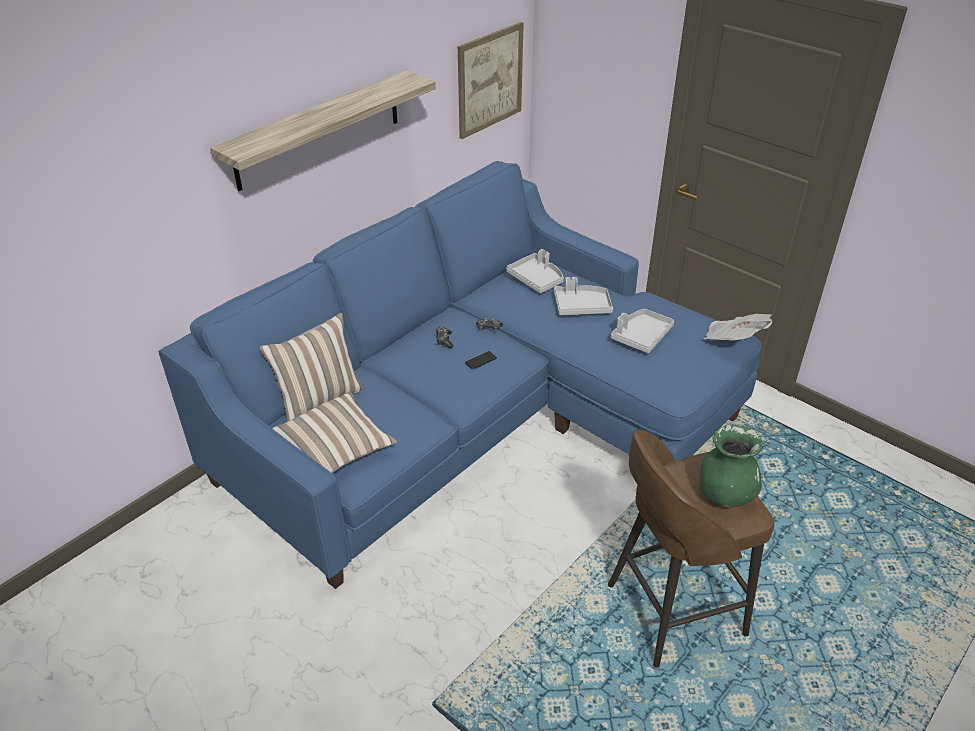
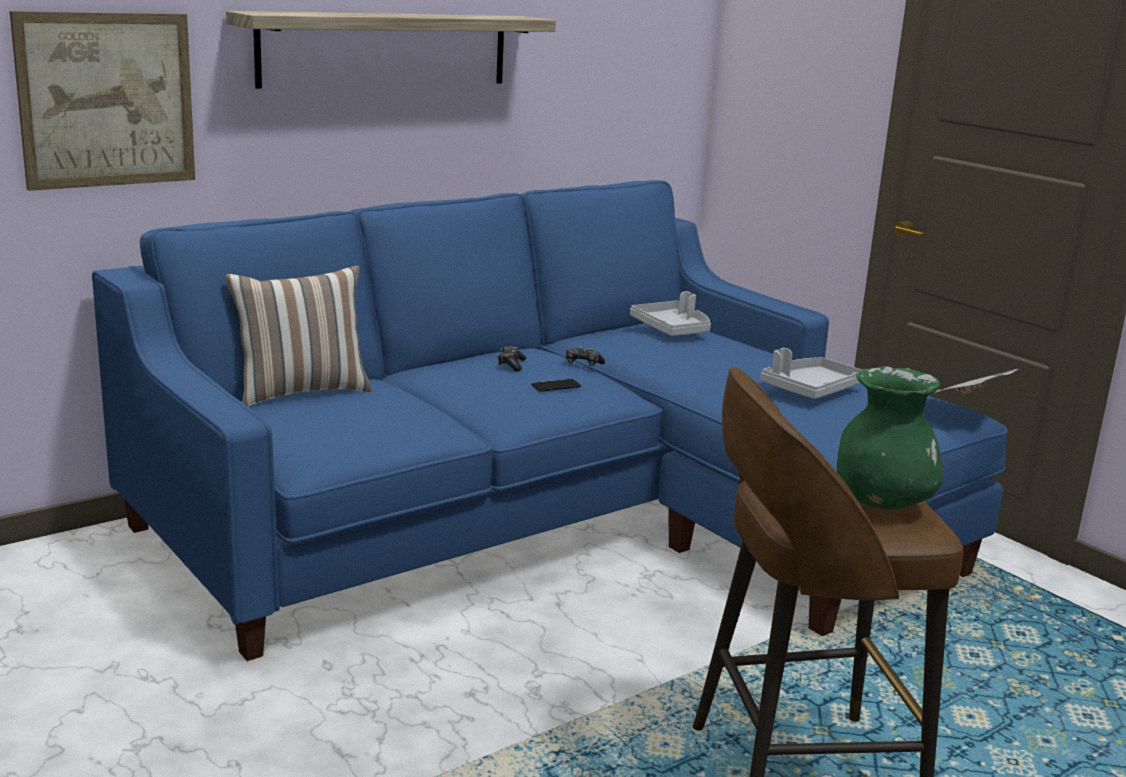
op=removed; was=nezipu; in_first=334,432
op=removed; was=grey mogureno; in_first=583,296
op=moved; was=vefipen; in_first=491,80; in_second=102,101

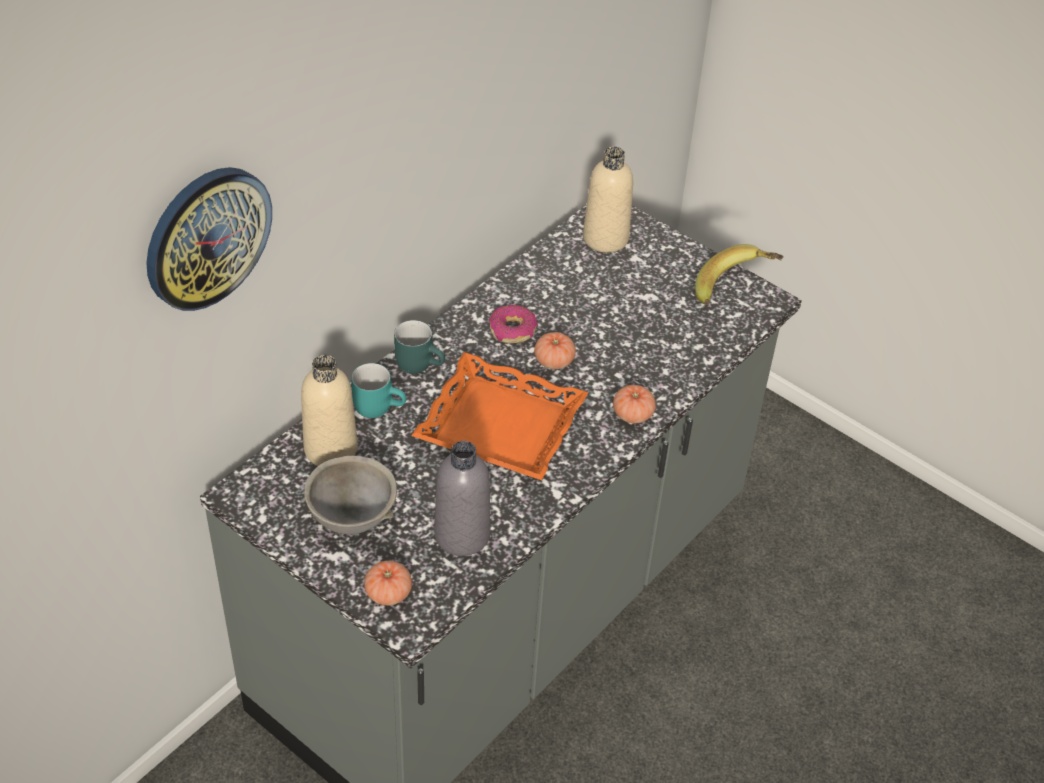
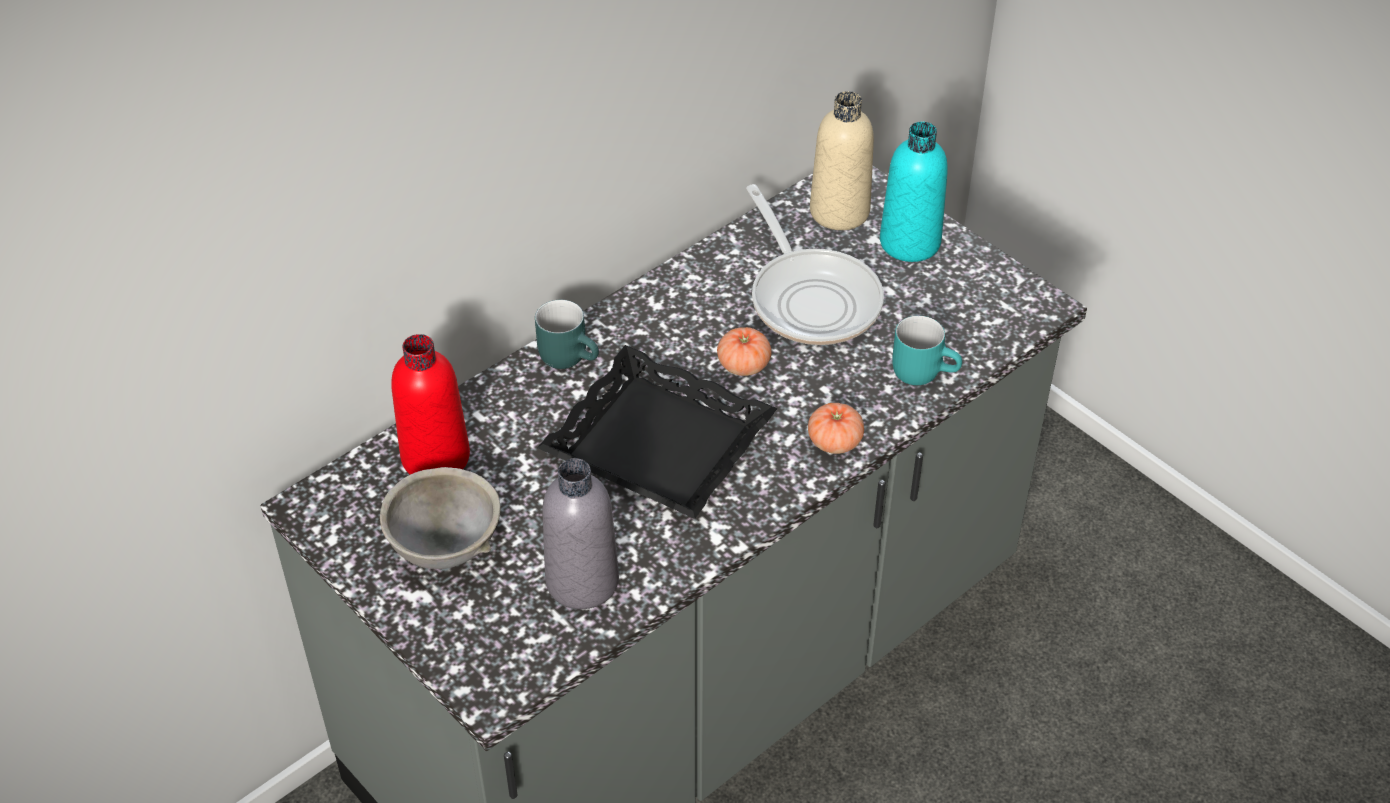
op=removed; was=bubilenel; in_first=209,239
op=removed; was=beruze; in_first=388,583
op=removed; was=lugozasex; in_first=513,324
op=removed; was=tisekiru; in_first=739,274
op=added; now=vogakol; in_second=815,264
op=added; now=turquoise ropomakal; in_second=914,191
op=moved; was=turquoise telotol; in_first=378,390; in_second=927,350
op=recoloured; was=beige ropomakal; now=red ropomakal; in_first=329,410; in_second=430,404
op=recoloured; was=orange mogureno; now=black mogureno; in_first=499,416; in_second=657,432

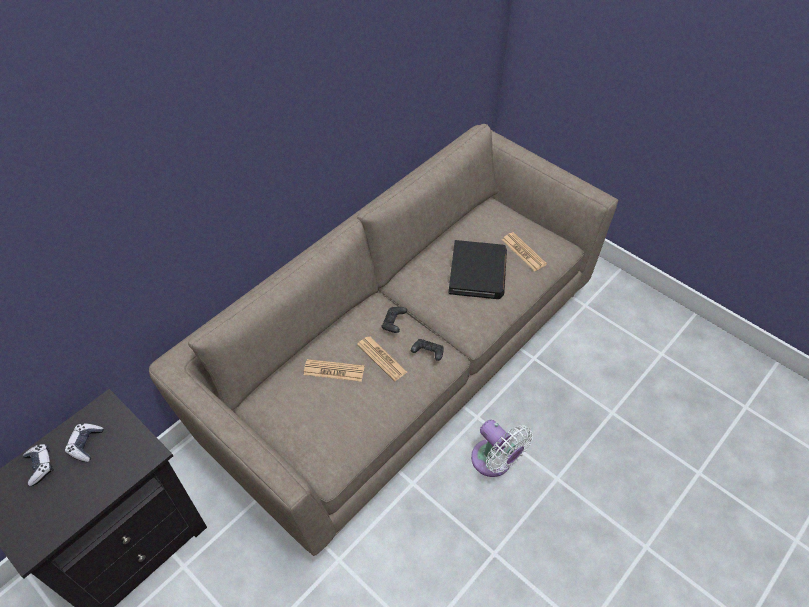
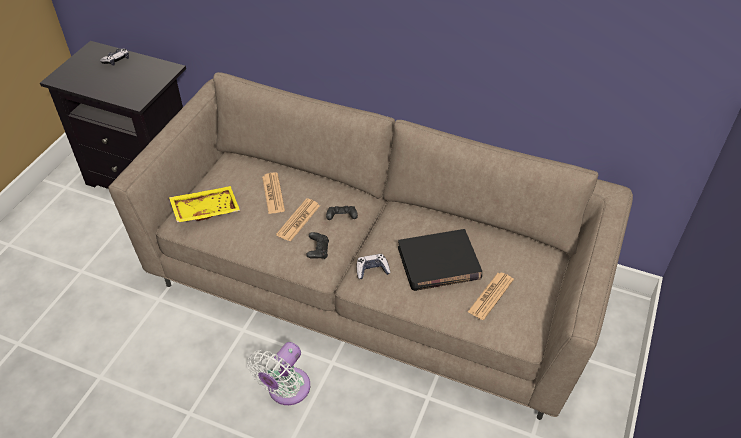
op=added; now=yellow mogureno; in_second=204,204
op=moved; was=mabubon; in_first=84,442; in_second=373,266

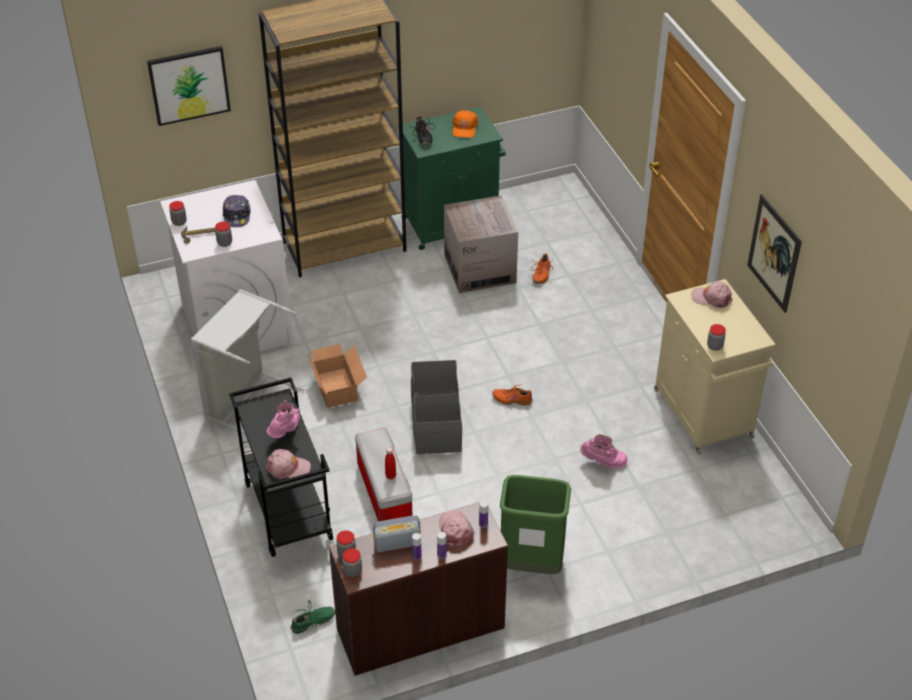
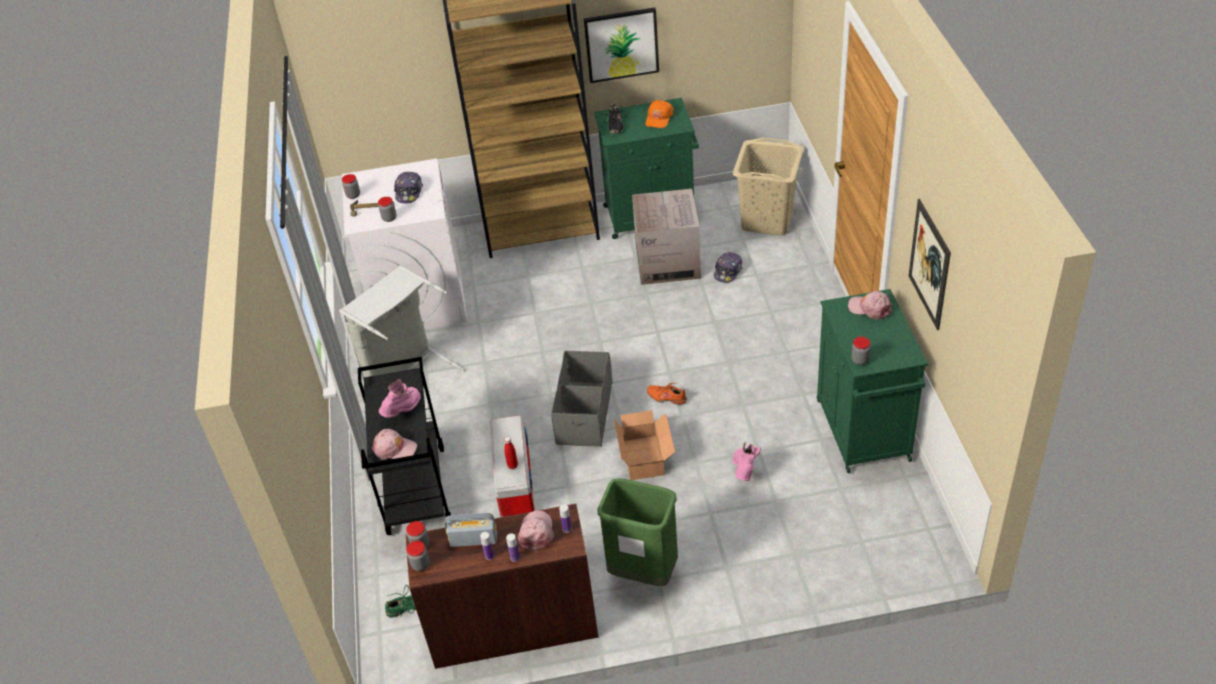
op=added; now=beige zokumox; in_second=768,186
op=moved; was=vefipen; in_first=189,86; in_second=621,45
op=moved; was=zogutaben; in_first=337,376; in_second=644,445
op=replaced; was=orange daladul; now=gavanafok; in_first=542,268; in_second=728,267
op=recoloured; was=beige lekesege; now=green lekesege; in_first=715,367; in_second=872,381
op=turned; was=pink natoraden; in_first=604,451; in_second=746,461; clockwise=-105

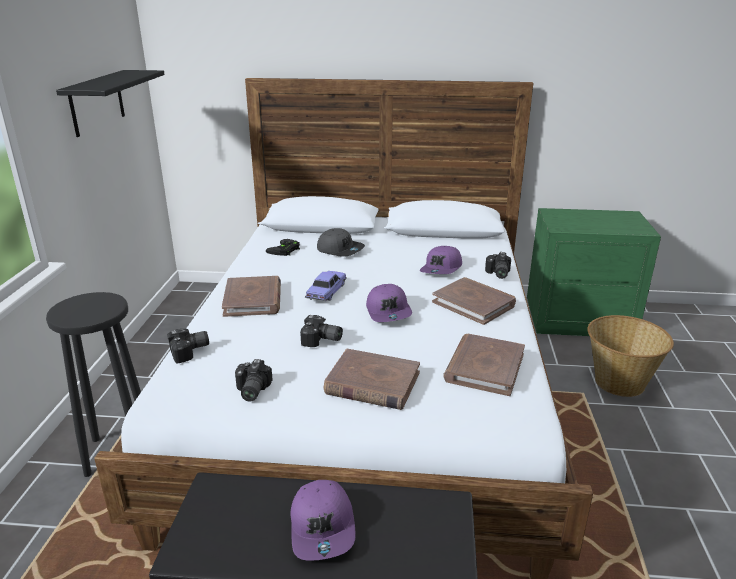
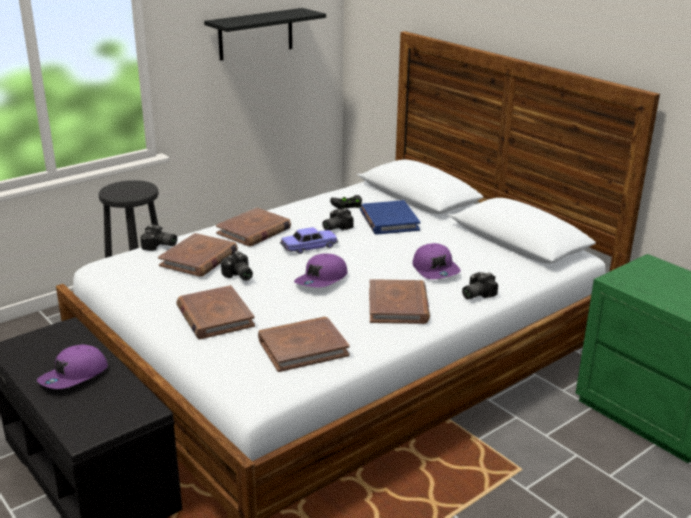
op=removed; was=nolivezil; in_first=630,356
op=added; now=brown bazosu; in_second=198,255
op=moved; was=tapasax; in_first=254,380; in_second=338,219
op=replaced; was=grey gavanafok; now=blue bazosu; in_first=341,242; in_second=390,217
op=turned; was=purple gavanafok; in_first=441,260; in_second=436,261; clockwise=-90

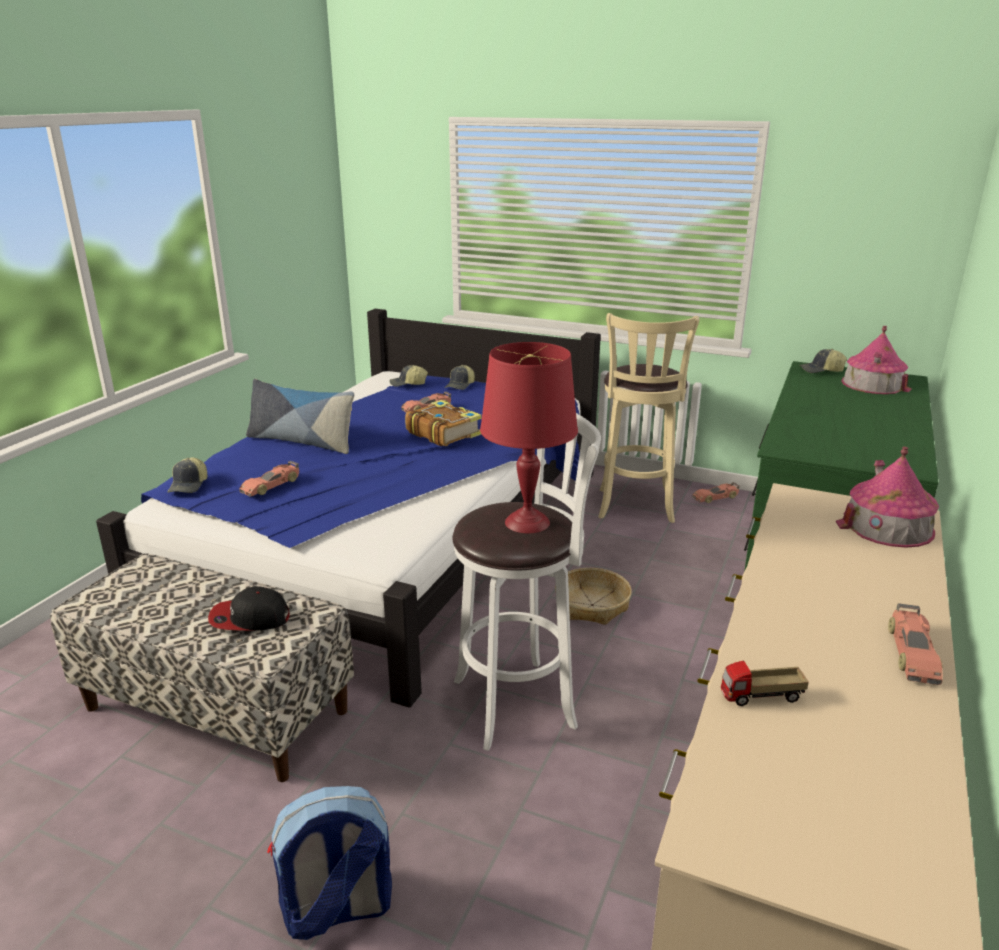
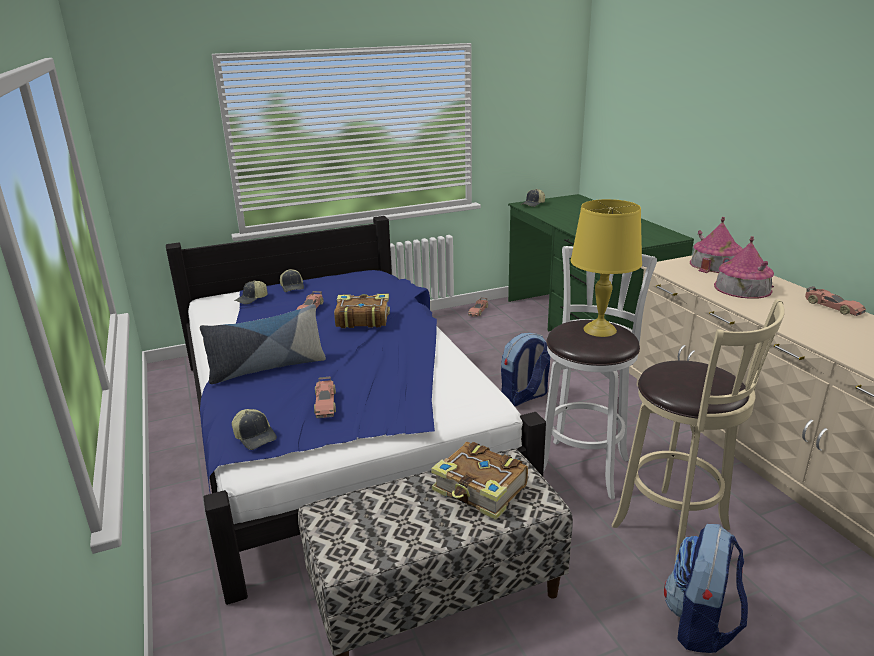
op=removed; was=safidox; in_first=765,683
op=moved; was=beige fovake; in_first=648,418; in_second=698,430
op=moved; was=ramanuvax; in_first=876,360; in_second=744,267
op=replaced; was=gavanafok; now=bazosu; in_first=249,609; in_second=479,481
op=replaced; was=nolivezil; now=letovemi; in_first=593,596; in_second=526,369
op=recoloured; was=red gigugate; now=yellow gigugate; in_first=529,437; in_second=606,268

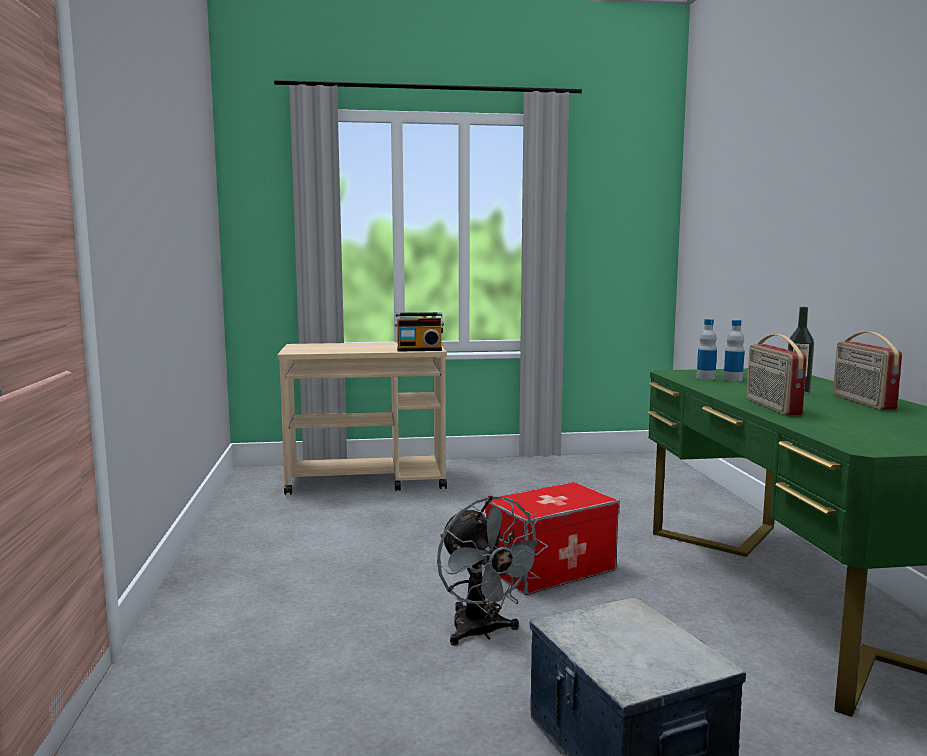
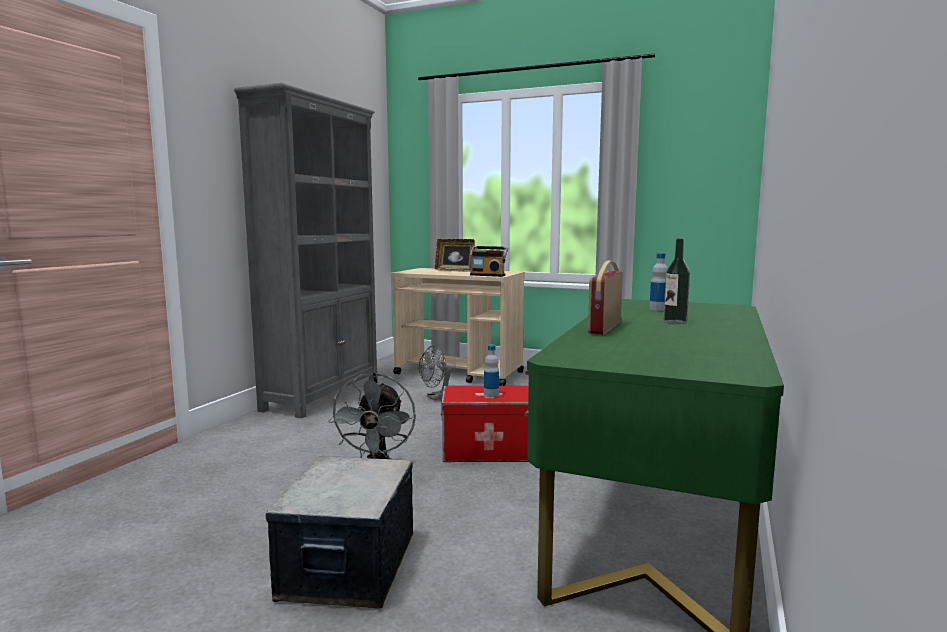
op=removed; was=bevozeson; in_first=867,371
op=added; now=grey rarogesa; in_second=306,250
op=added; now=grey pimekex; in_second=437,373
op=added; now=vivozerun; in_second=455,255
op=moved; was=ropomakal; in_first=707,349; in_second=491,371

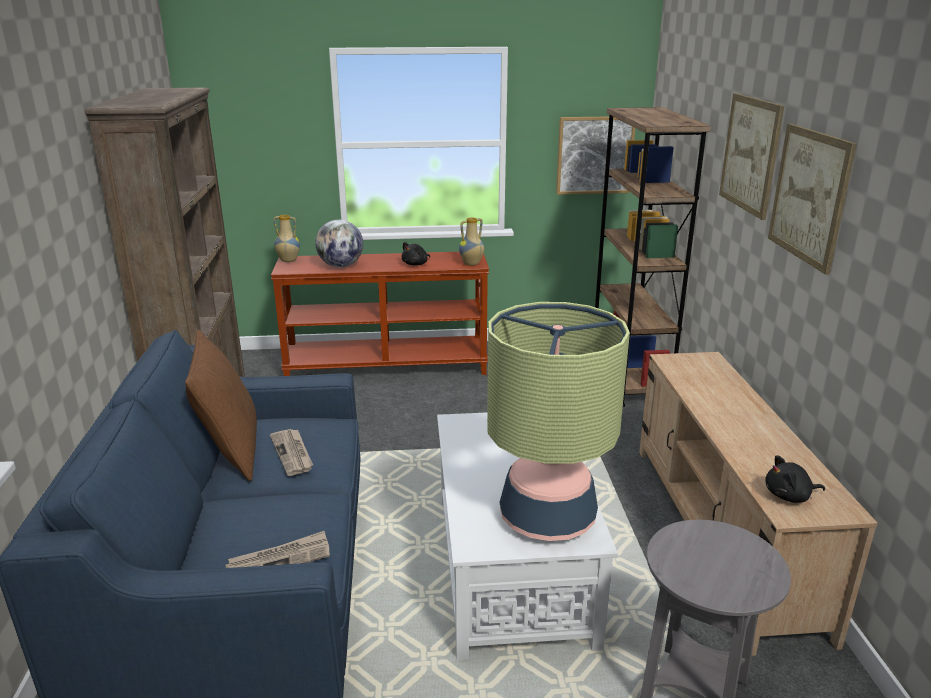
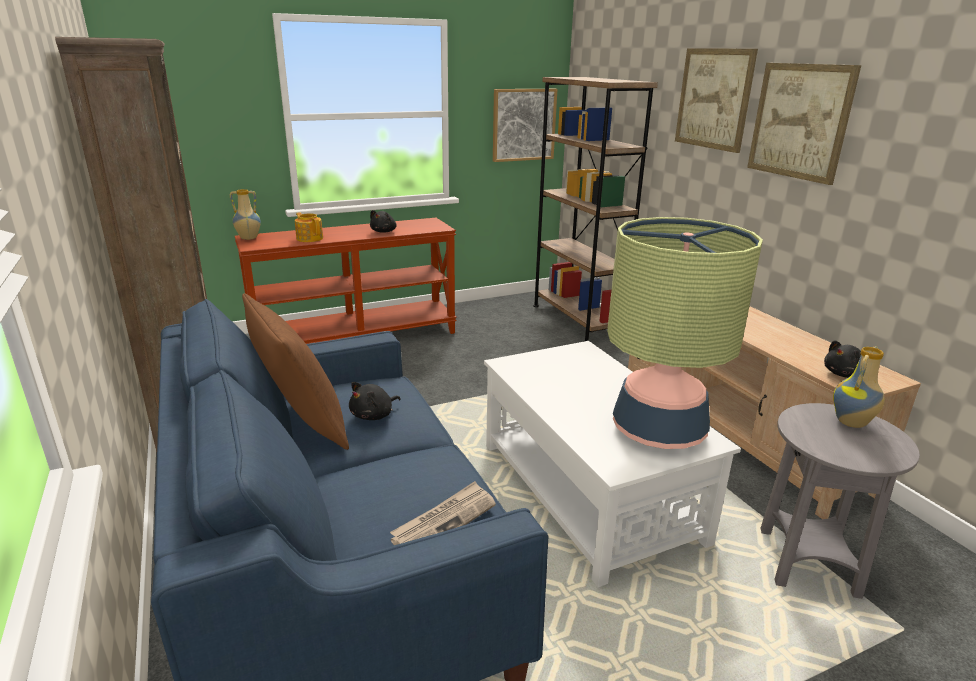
op=moved; was=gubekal; in_first=471,242; in_second=859,387
op=replaced; was=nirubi; now=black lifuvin; in_first=291,452; in_second=375,401
op=replaced; was=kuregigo; now=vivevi; in_first=339,243; in_second=309,227

